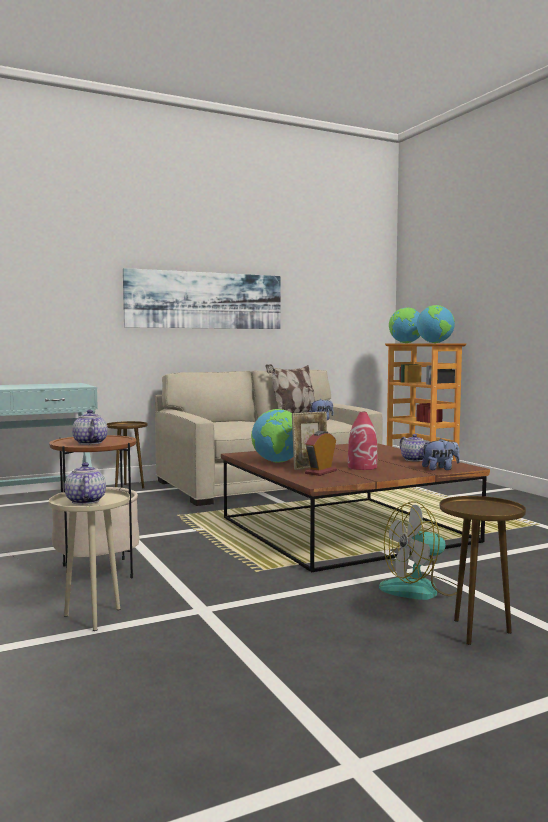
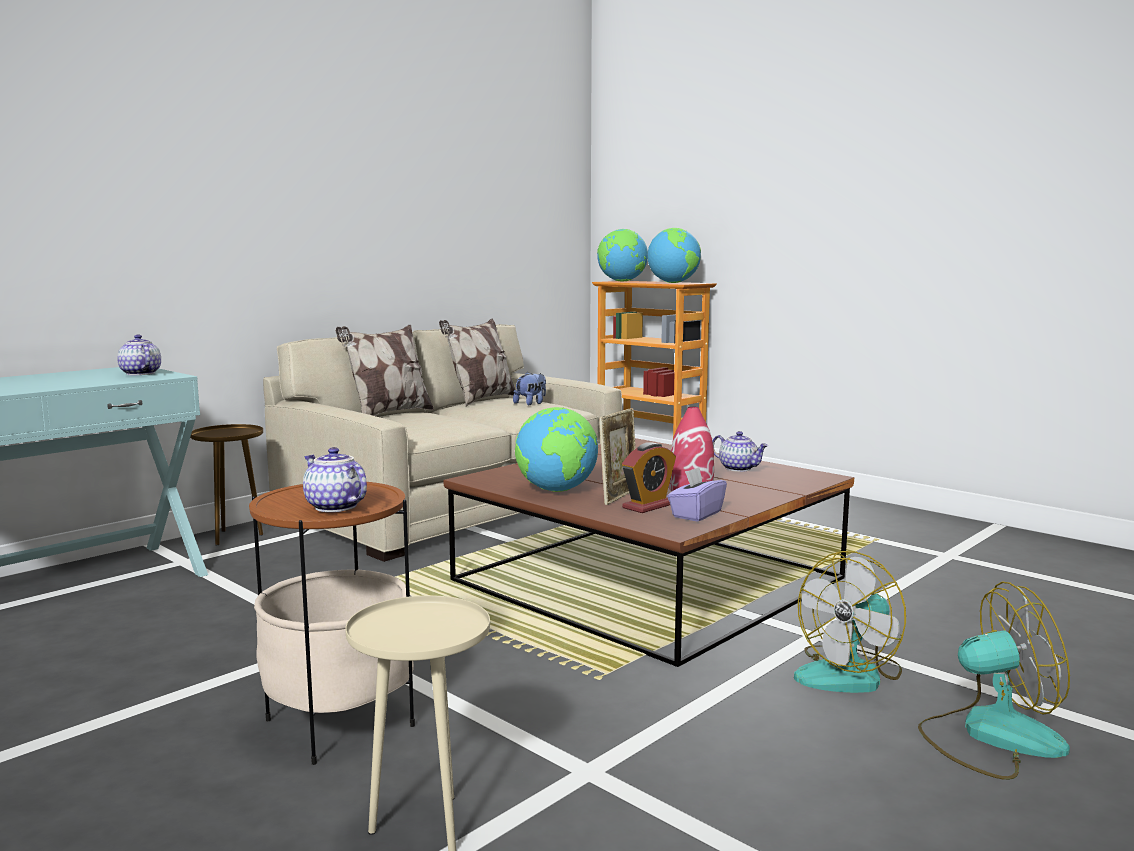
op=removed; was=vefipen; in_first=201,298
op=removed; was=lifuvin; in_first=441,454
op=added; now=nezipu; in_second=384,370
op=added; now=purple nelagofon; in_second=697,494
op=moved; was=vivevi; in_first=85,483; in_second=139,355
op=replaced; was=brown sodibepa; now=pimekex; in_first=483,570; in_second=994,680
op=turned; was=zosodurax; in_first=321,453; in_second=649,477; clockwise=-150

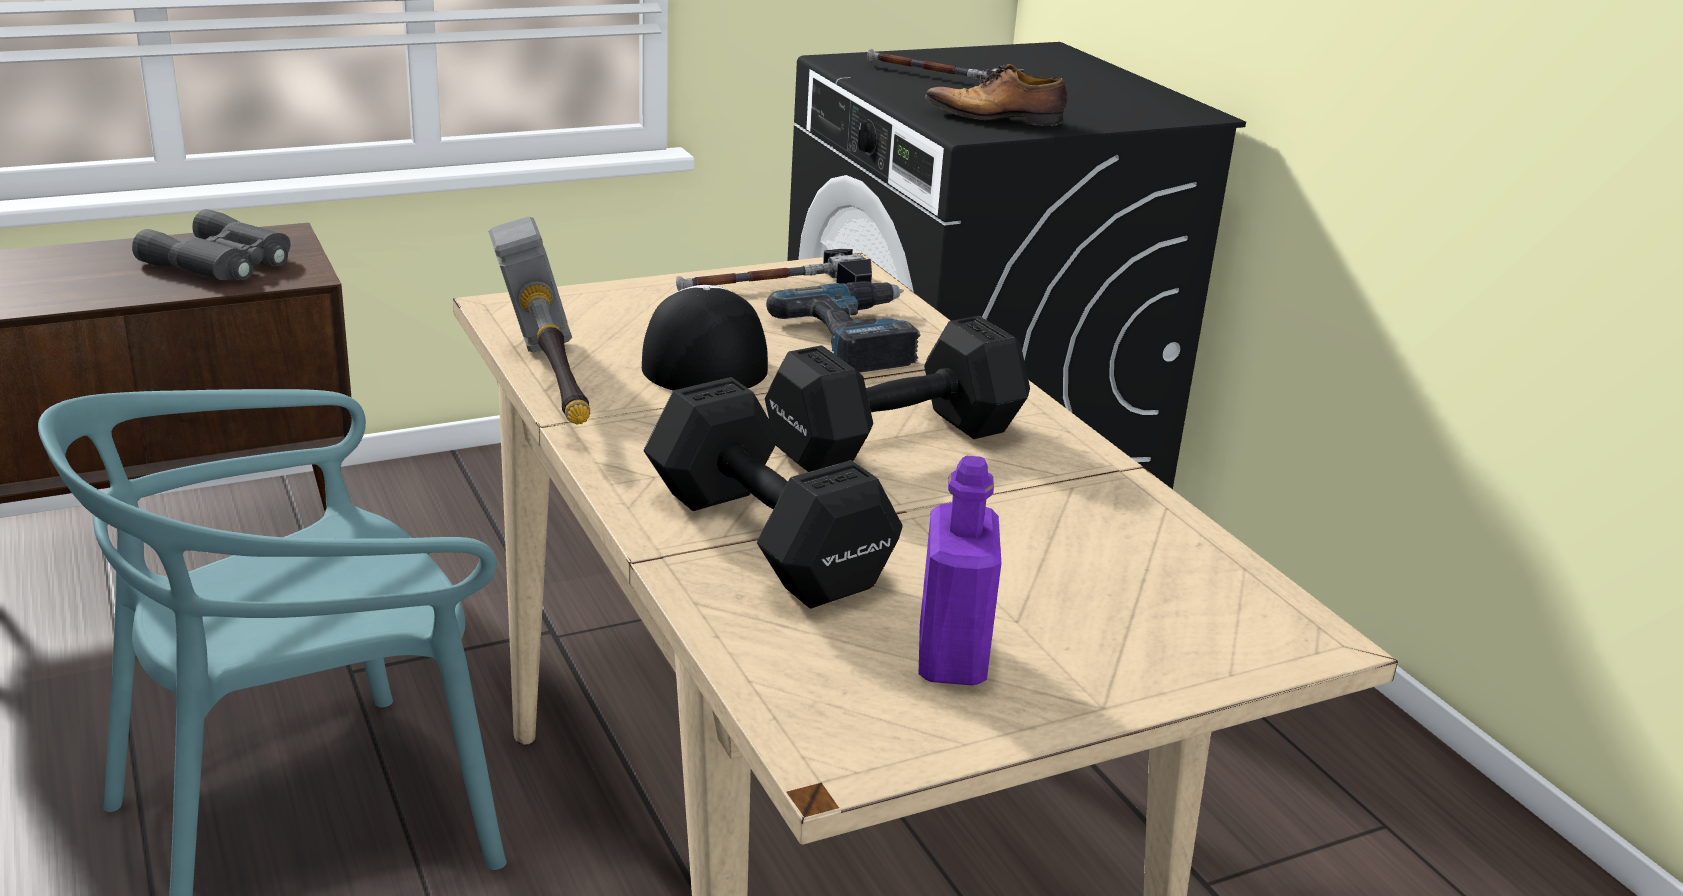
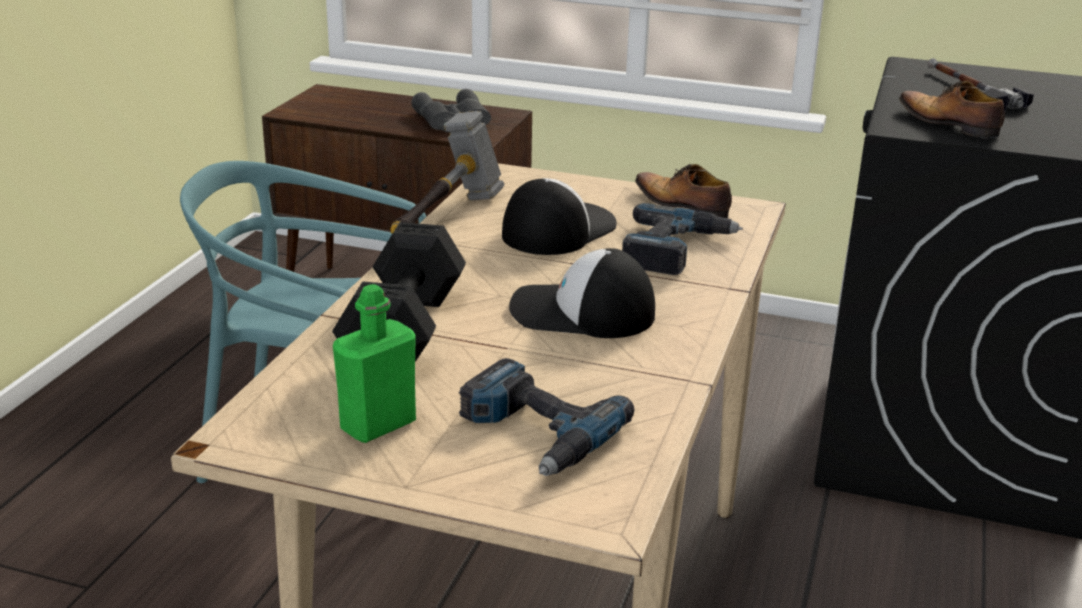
op=added; now=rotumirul; in_second=546,417
op=replaced; was=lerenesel; now=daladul; in_first=774,270; in_second=683,191
op=replaced; was=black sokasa; now=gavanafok; in_first=897,394; in_second=582,293
op=recoloured; was=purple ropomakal; now=green ropomakal; in_first=959,570; in_second=374,363

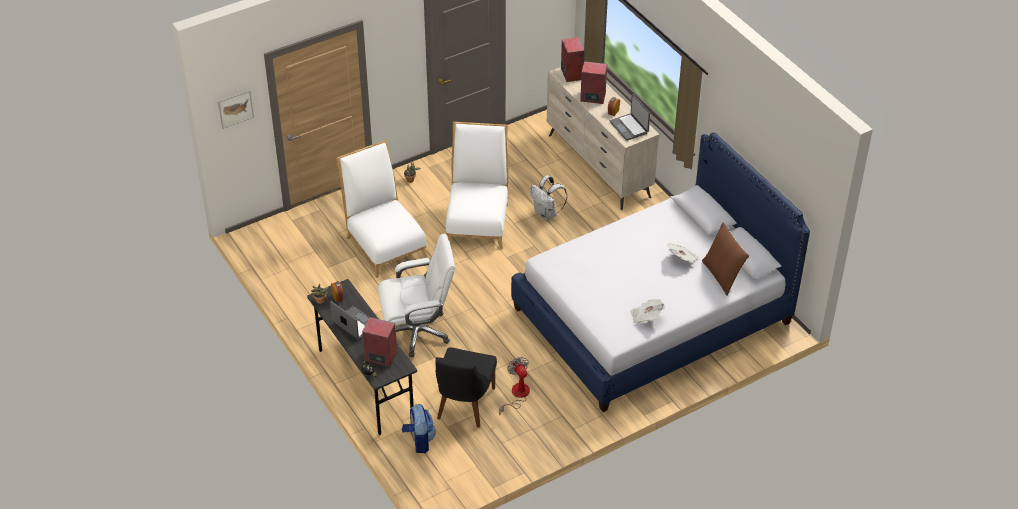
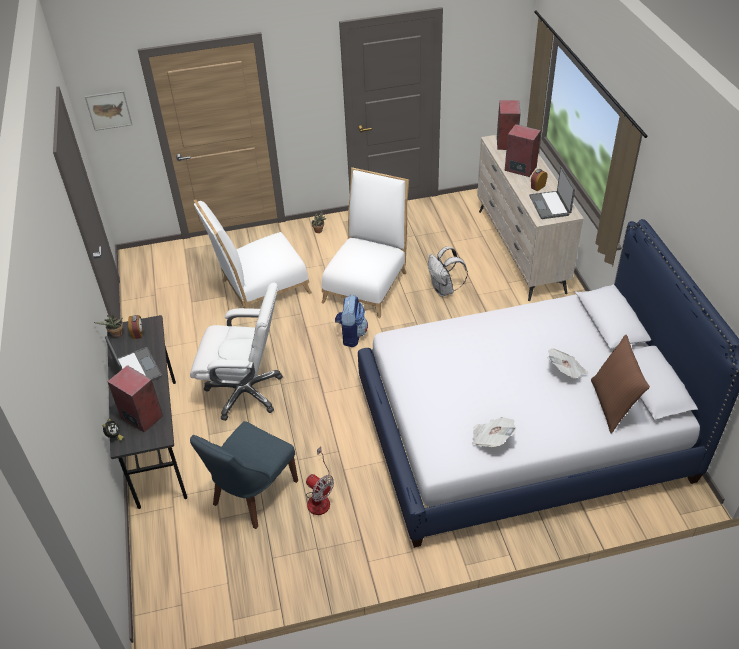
op=moved; was=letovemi; in_first=419,428; in_second=351,321
op=recoloured; was=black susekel; now=blue susekel; in_first=466,387; in_second=244,475
op=turned; was=white susekel; in_first=382,209; in_second=253,258; clockwise=-105
op=turned; was=pimekex; in_first=514,386; in_second=320,480; clockwise=135

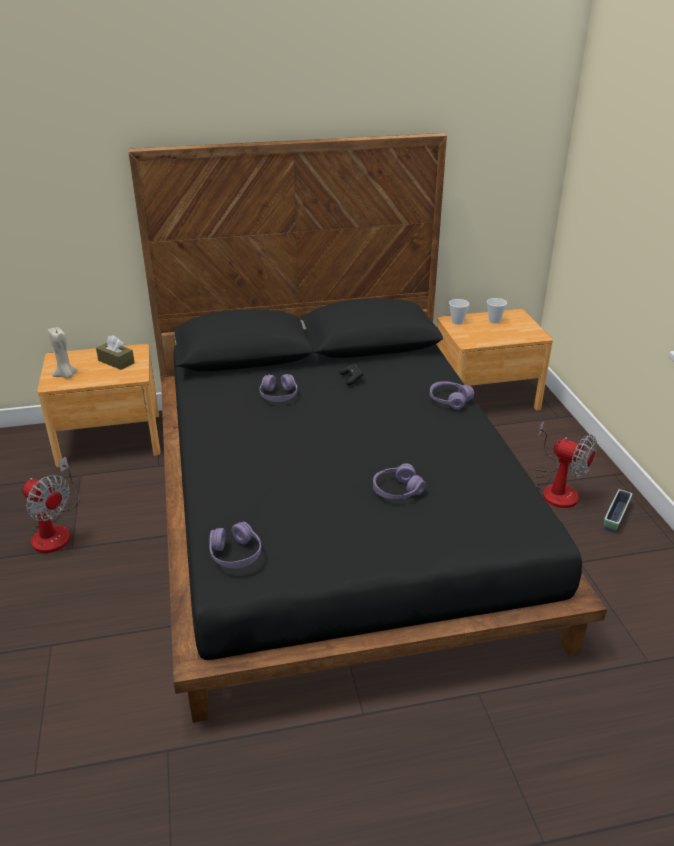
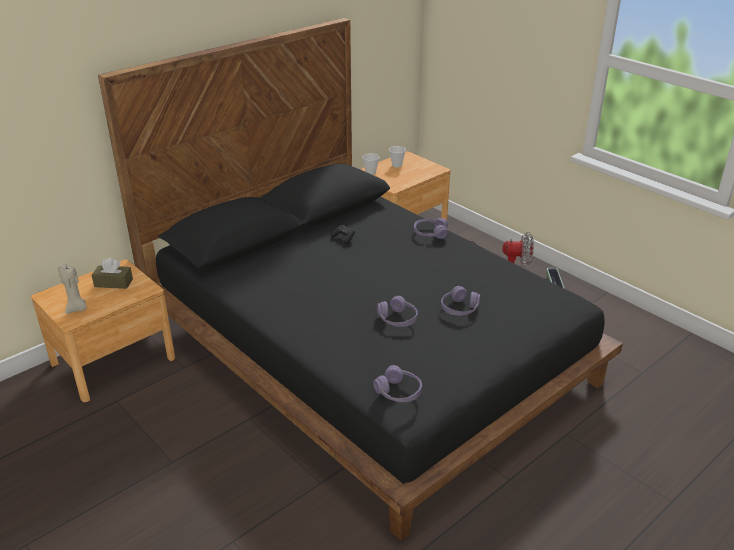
op=removed; was=pimekex; in_first=50,505
op=moved; was=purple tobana; in_first=278,388; in_second=397,311

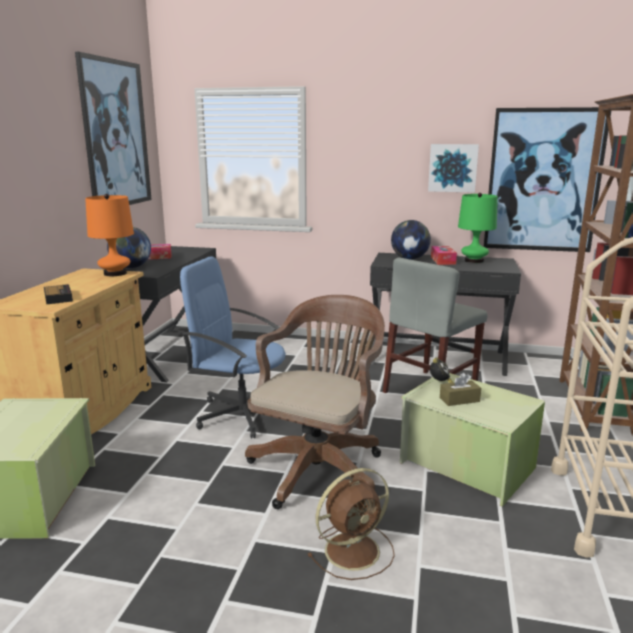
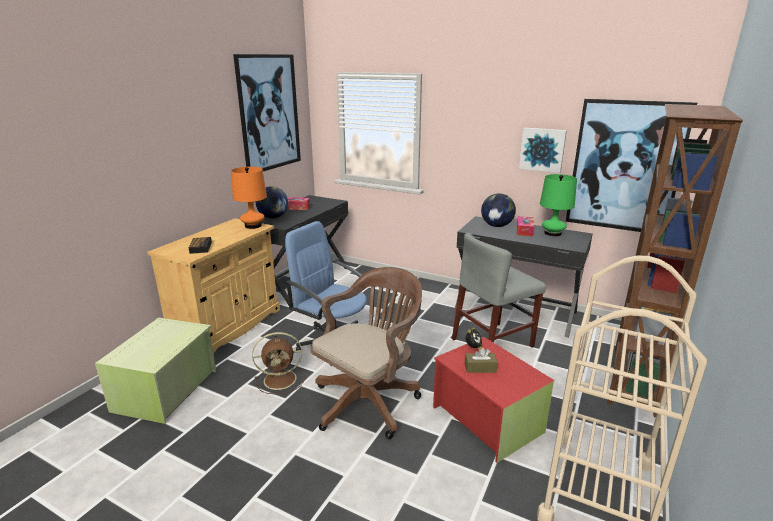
op=moved; was=brown pimekex; in_first=351,524; in_second=278,363
op=recoloured; was=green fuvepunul; now=red fuvepunul; in_first=472,440; in_second=493,400

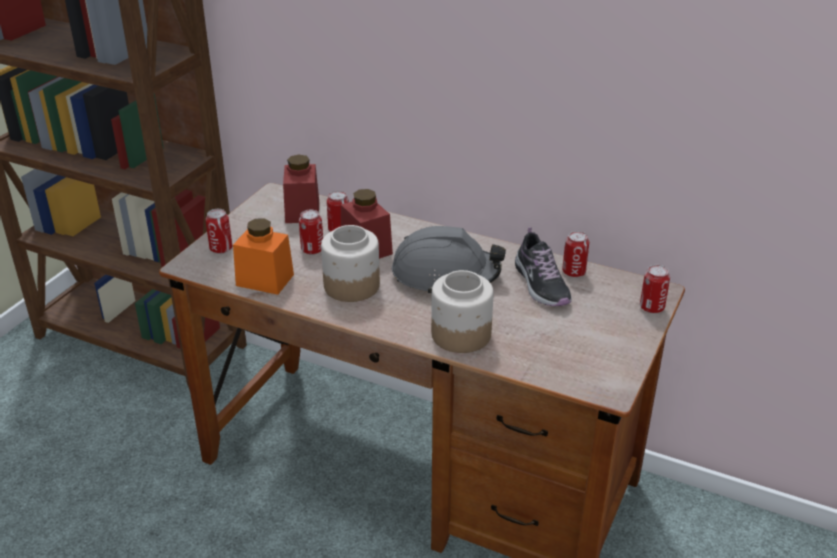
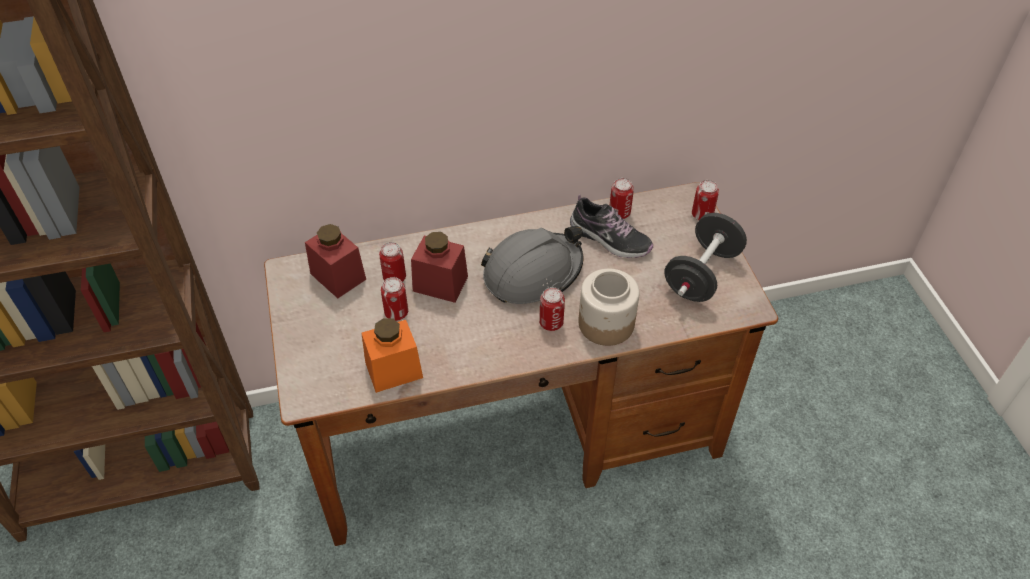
op=removed; was=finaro; in_first=350,263
op=added; now=black sokasa; in_second=705,257
op=moved; was=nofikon; in_first=218,231; in_second=552,309

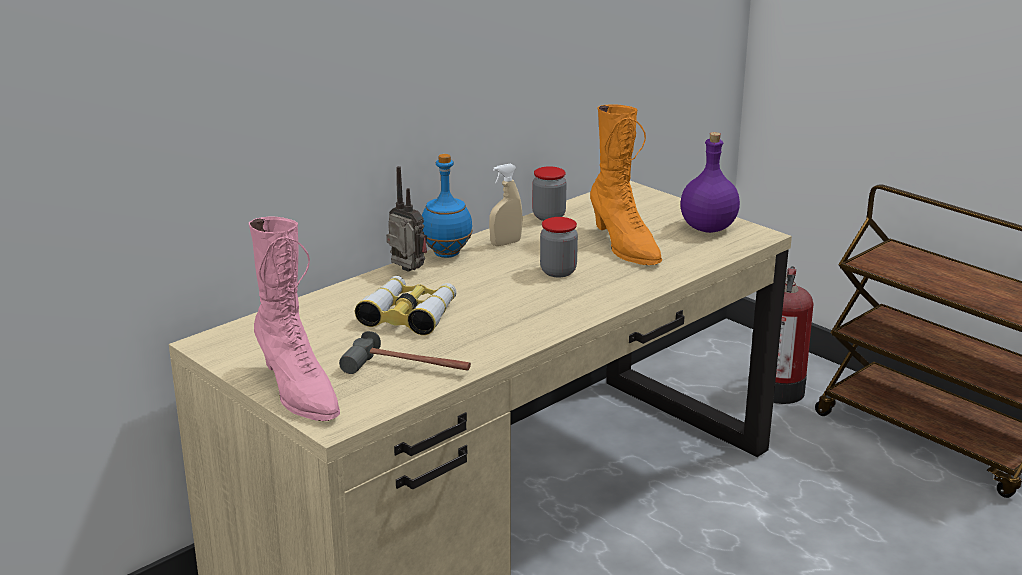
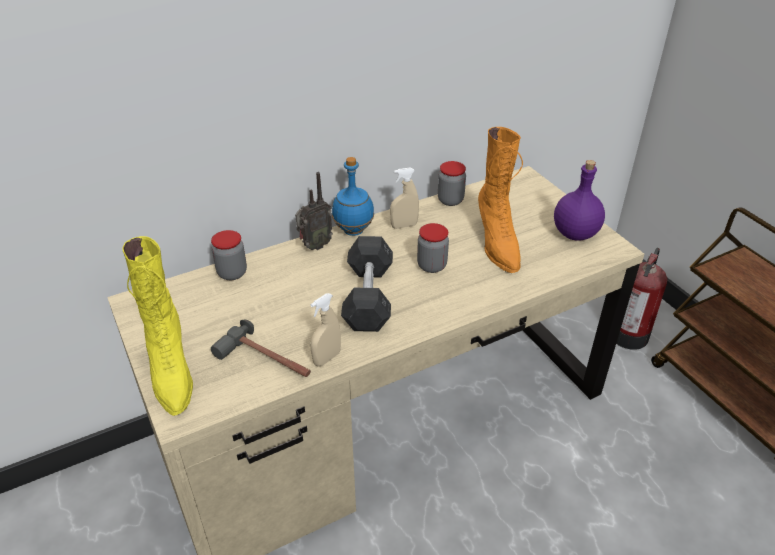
op=removed; was=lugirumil; in_first=406,305
op=added; now=finaro; in_second=229,255
op=added; now=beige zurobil; in_second=325,330
op=added; now=grey sokasa; in_second=367,284
op=recoloured; was=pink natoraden; now=yellow natoraden; in_first=294,319; in_second=157,326
op=turned; was=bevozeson; in_first=407,219; in_second=314,211; clockwise=90

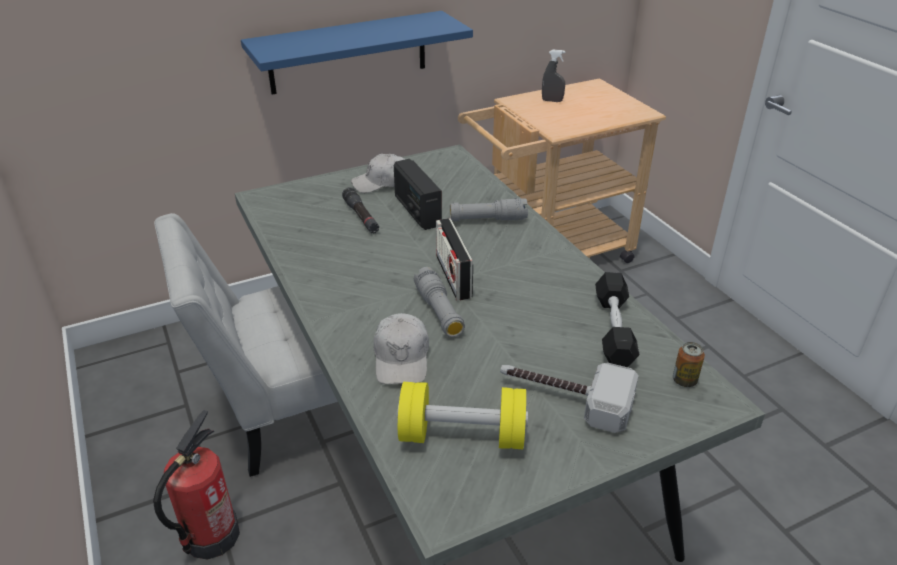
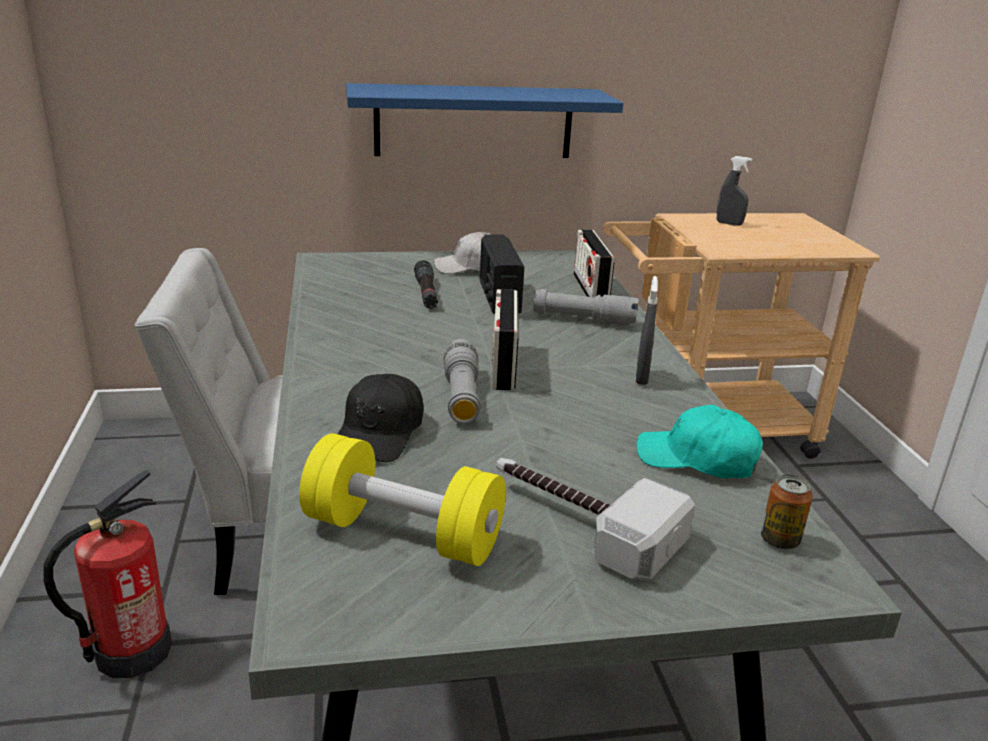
op=added; now=bevozeson; in_second=594,263
op=added; now=grey zurobil; in_second=646,330
op=replaced; was=black sokasa; now=turquoise gavanafok; in_first=617,319; in_second=700,441
op=recoloured; was=white gavanafok; now=black gavanafok; in_first=401,348; in_second=381,418

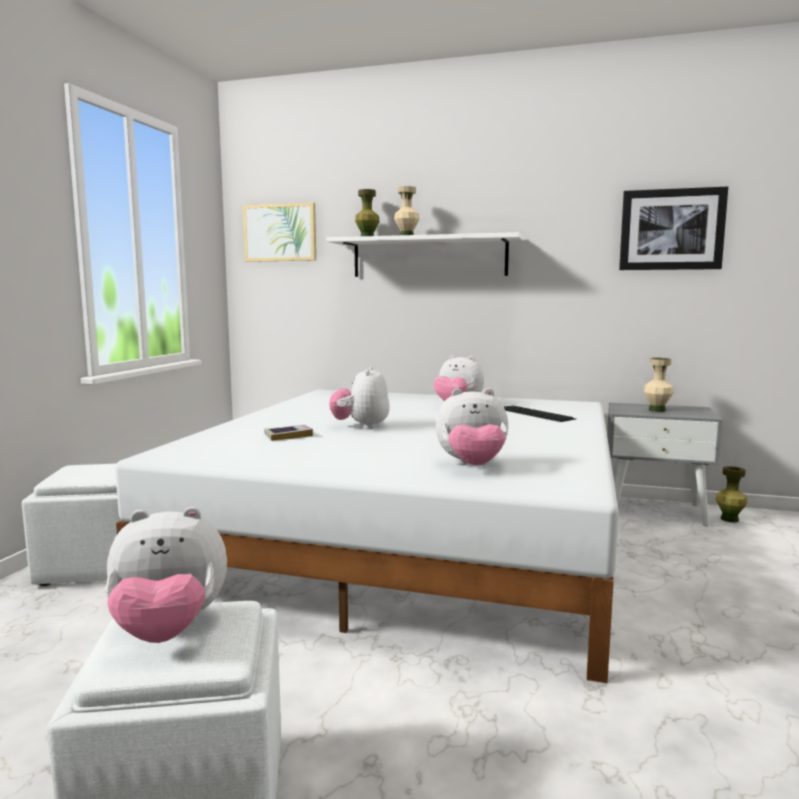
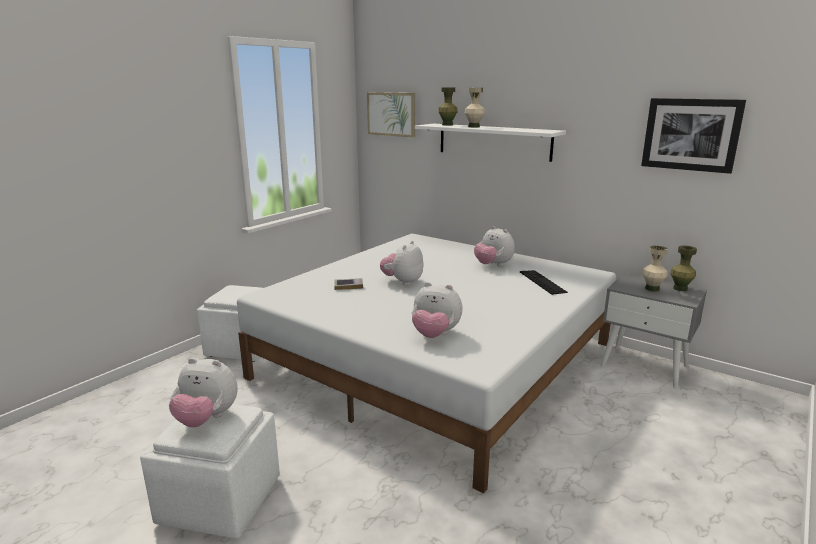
op=moved; was=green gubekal; in_first=731,494; in_second=683,268

